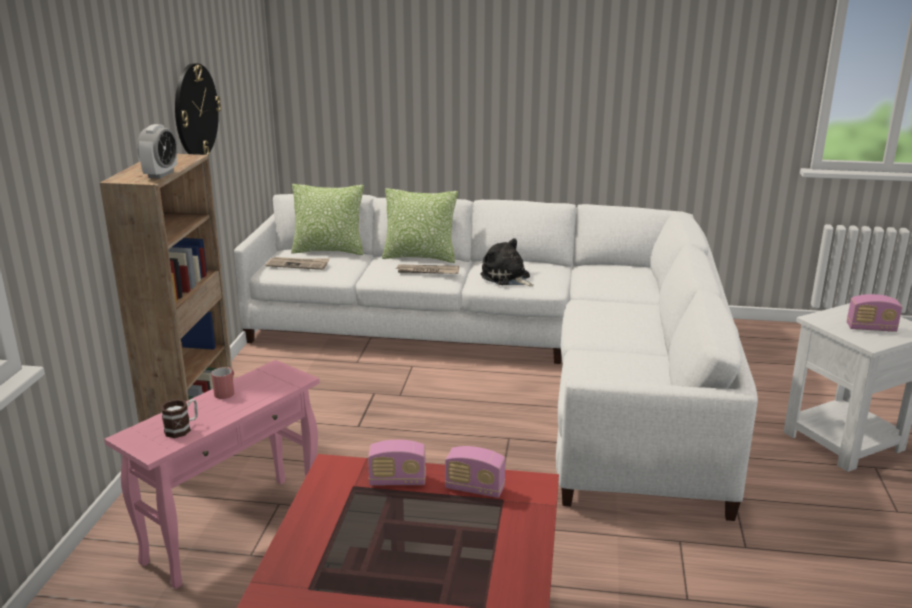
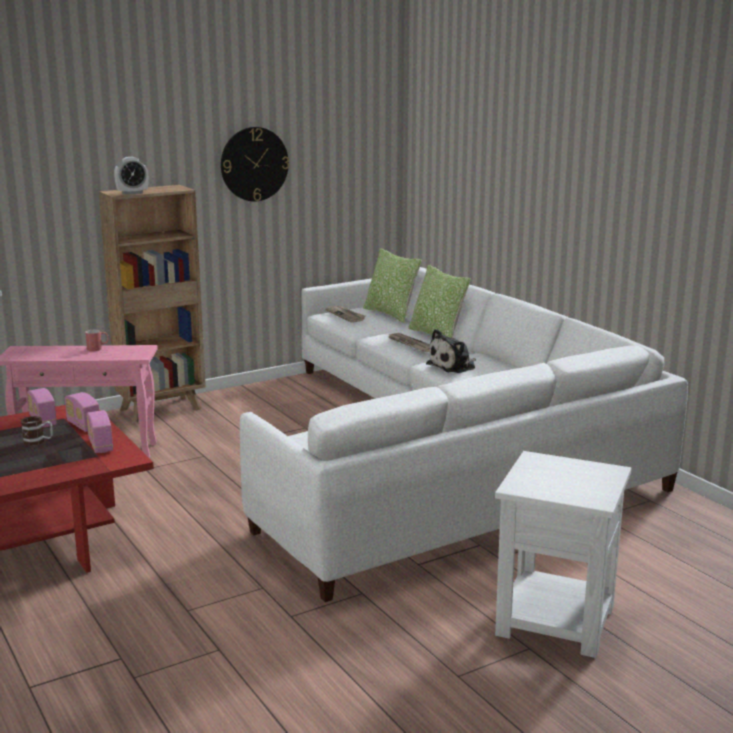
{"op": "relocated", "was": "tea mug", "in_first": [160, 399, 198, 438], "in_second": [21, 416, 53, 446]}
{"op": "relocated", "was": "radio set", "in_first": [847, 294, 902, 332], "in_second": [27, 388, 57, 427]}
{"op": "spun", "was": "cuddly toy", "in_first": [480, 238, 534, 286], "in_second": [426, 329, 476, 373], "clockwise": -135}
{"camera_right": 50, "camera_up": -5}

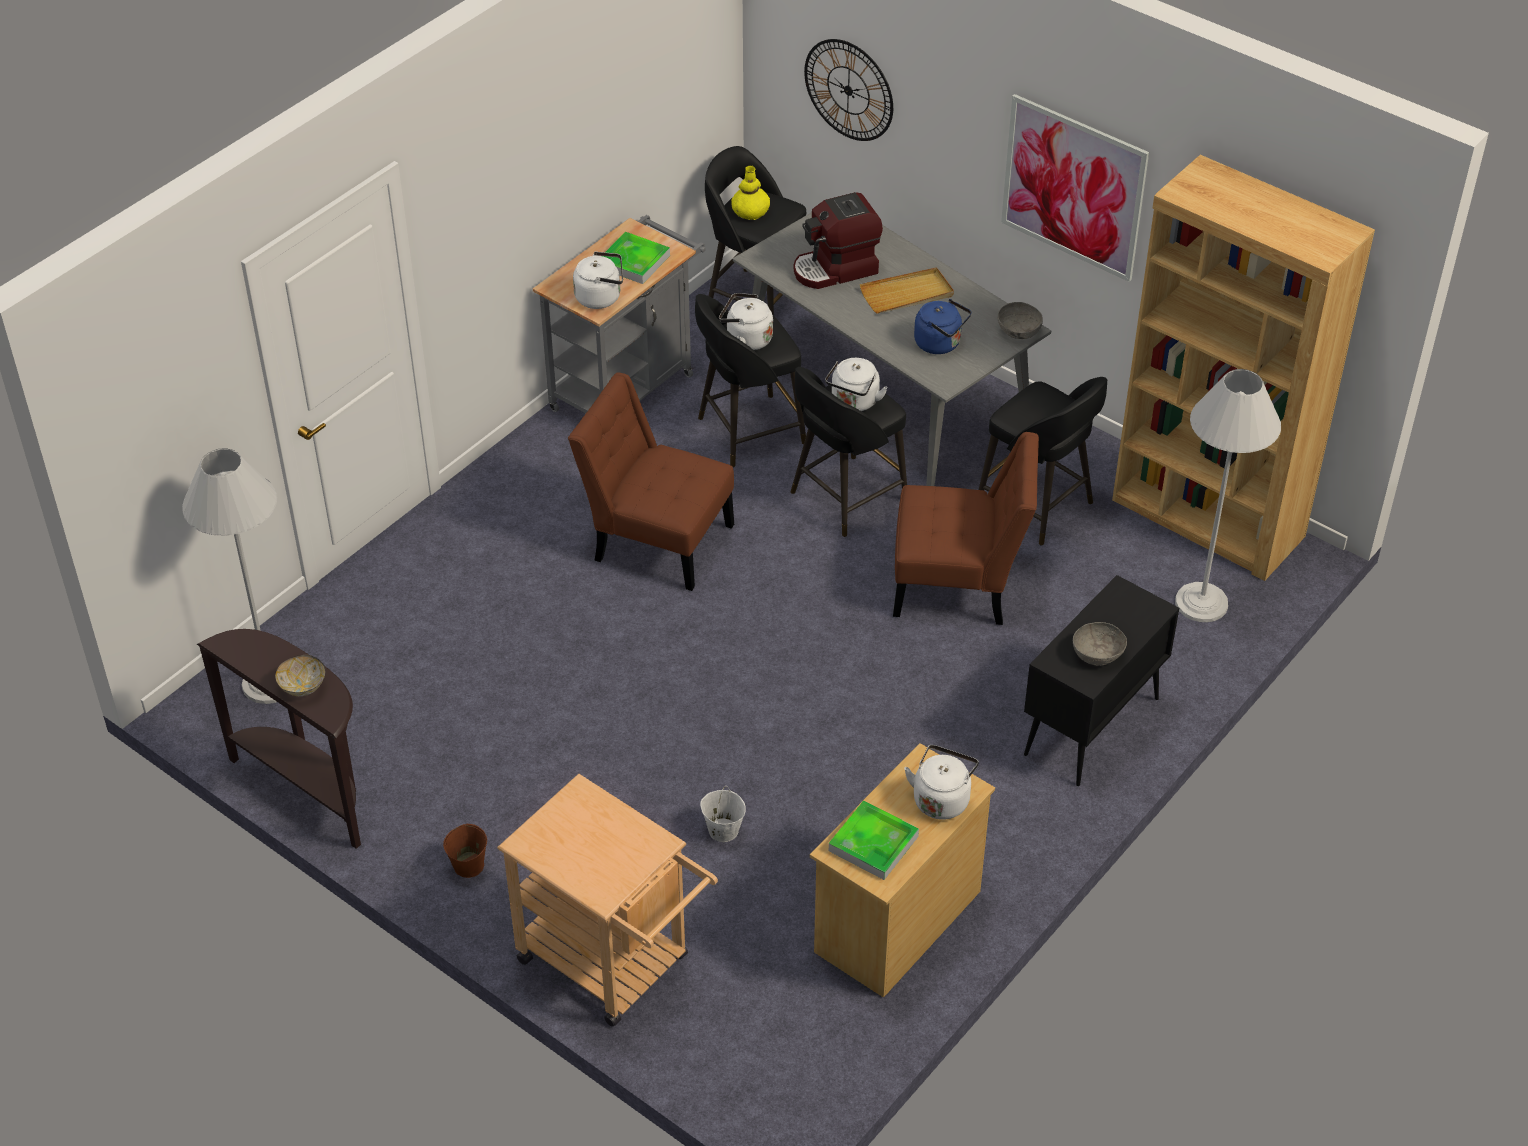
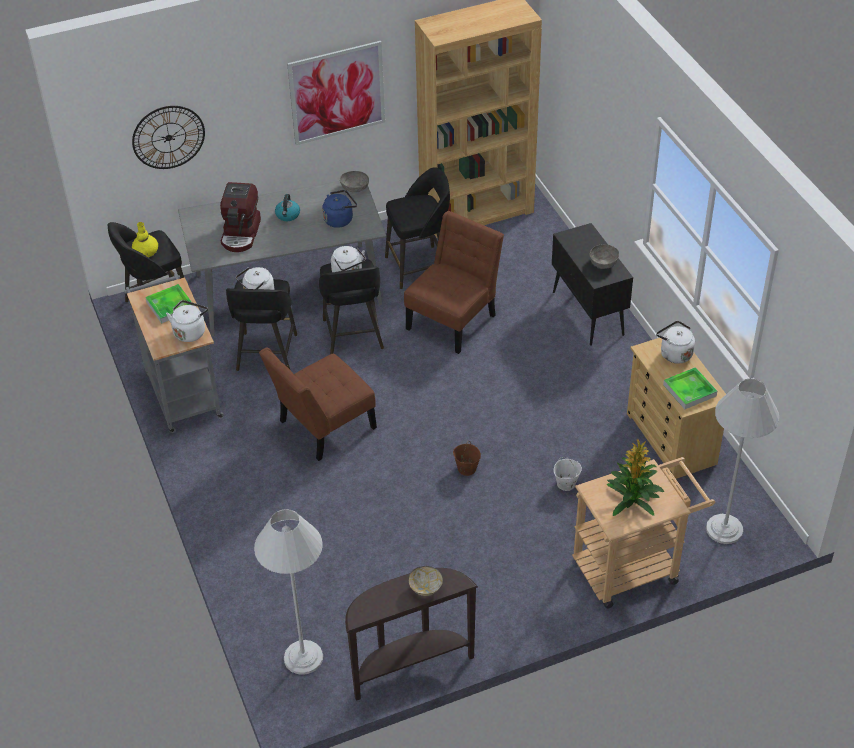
{"op": "appeared", "now": "potted plant", "in_second": [607, 439, 664, 516]}
{"op": "relocated", "was": "brownish water bucket", "in_first": [443, 824, 487, 878], "in_second": [453, 442, 481, 476]}
{"op": "relocated", "was": "white-coloured standard lamp", "in_first": [1175, 369, 1281, 622], "in_second": [706, 379, 779, 544]}
{"op": "exchanged", "was": "sand-coloured serving tray", "now": "kettle", "in_first": [860, 267, 954, 314], "in_second": [275, 194, 300, 221]}
{"camera_right": -60, "camera_up": 0}

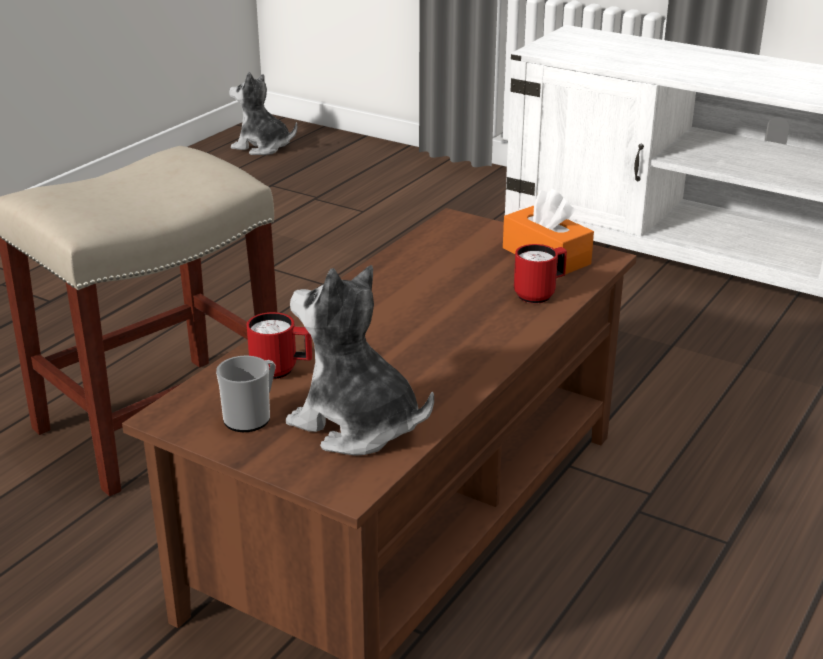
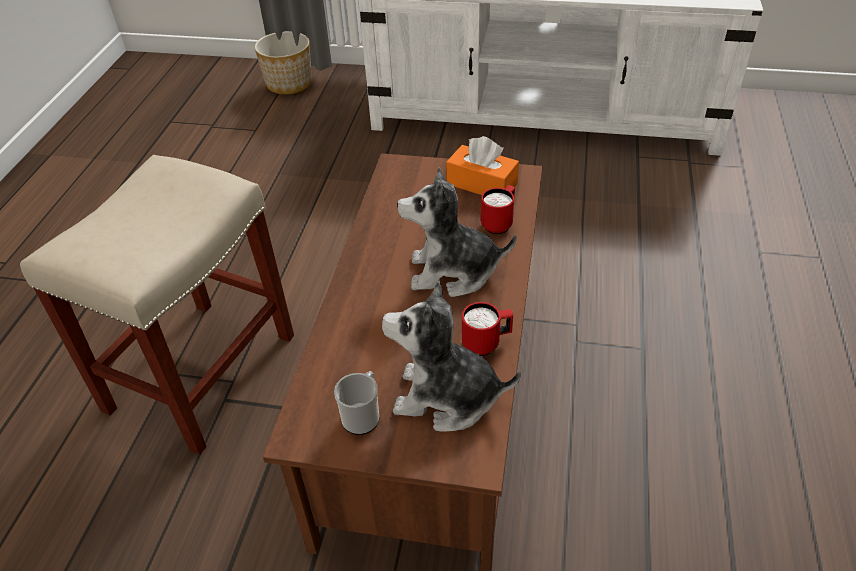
{"op": "appeared", "now": "planter", "in_second": [254, 31, 312, 95]}
{"op": "relocated", "was": "cuddly toy", "in_first": [229, 72, 297, 155], "in_second": [397, 167, 516, 297]}
{"op": "relocated", "was": "red tea mug", "in_first": [247, 312, 312, 379], "in_second": [462, 302, 513, 356]}
{"camera_right": -20, "camera_up": 15}

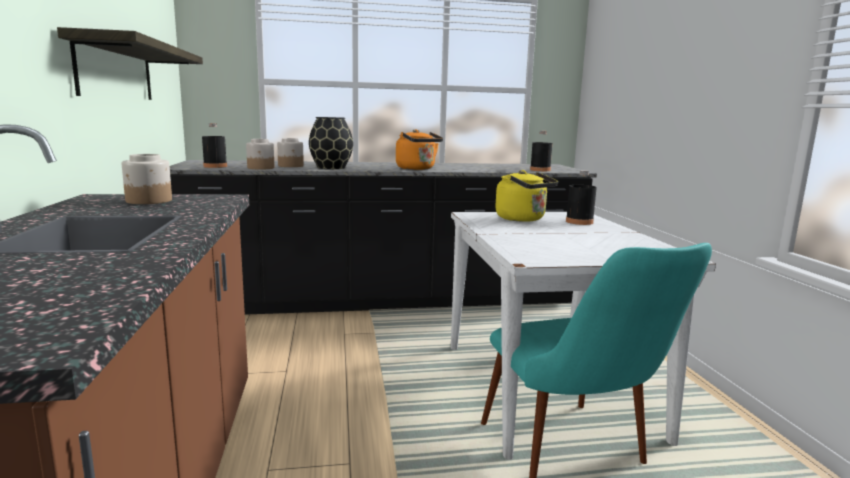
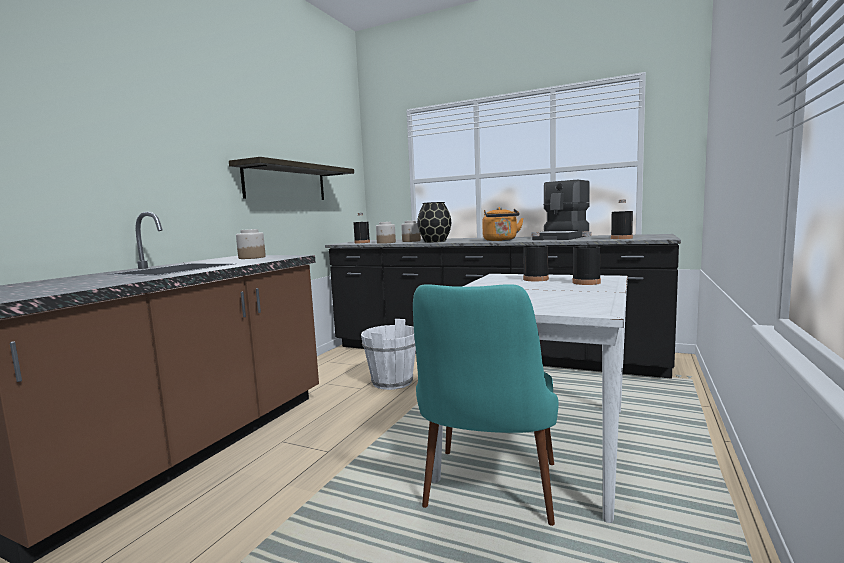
{"op": "appeared", "now": "white-coloured water bucket", "in_second": [361, 319, 416, 390]}
{"op": "appeared", "now": "coffee brewer", "in_second": [532, 180, 590, 240]}
{"op": "exchanged", "was": "yellow-coloured kettle", "now": "blackish drink bottle", "in_first": [495, 170, 558, 222], "in_second": [523, 232, 549, 281]}
{"camera_right": 35, "camera_up": -5}

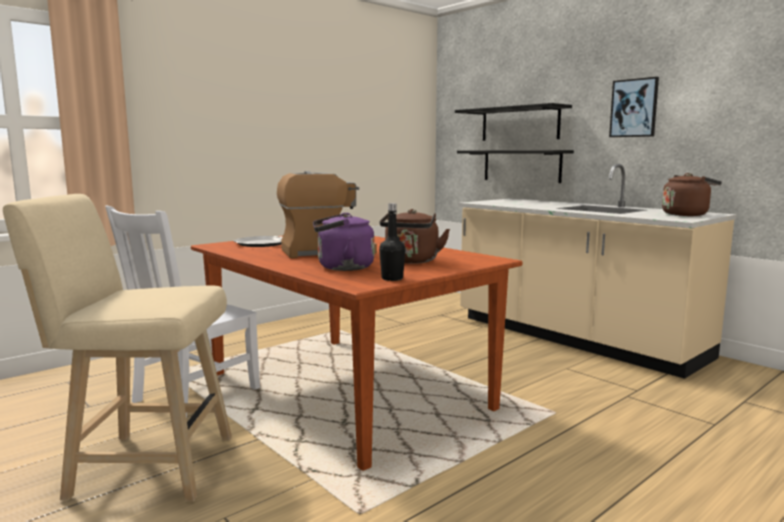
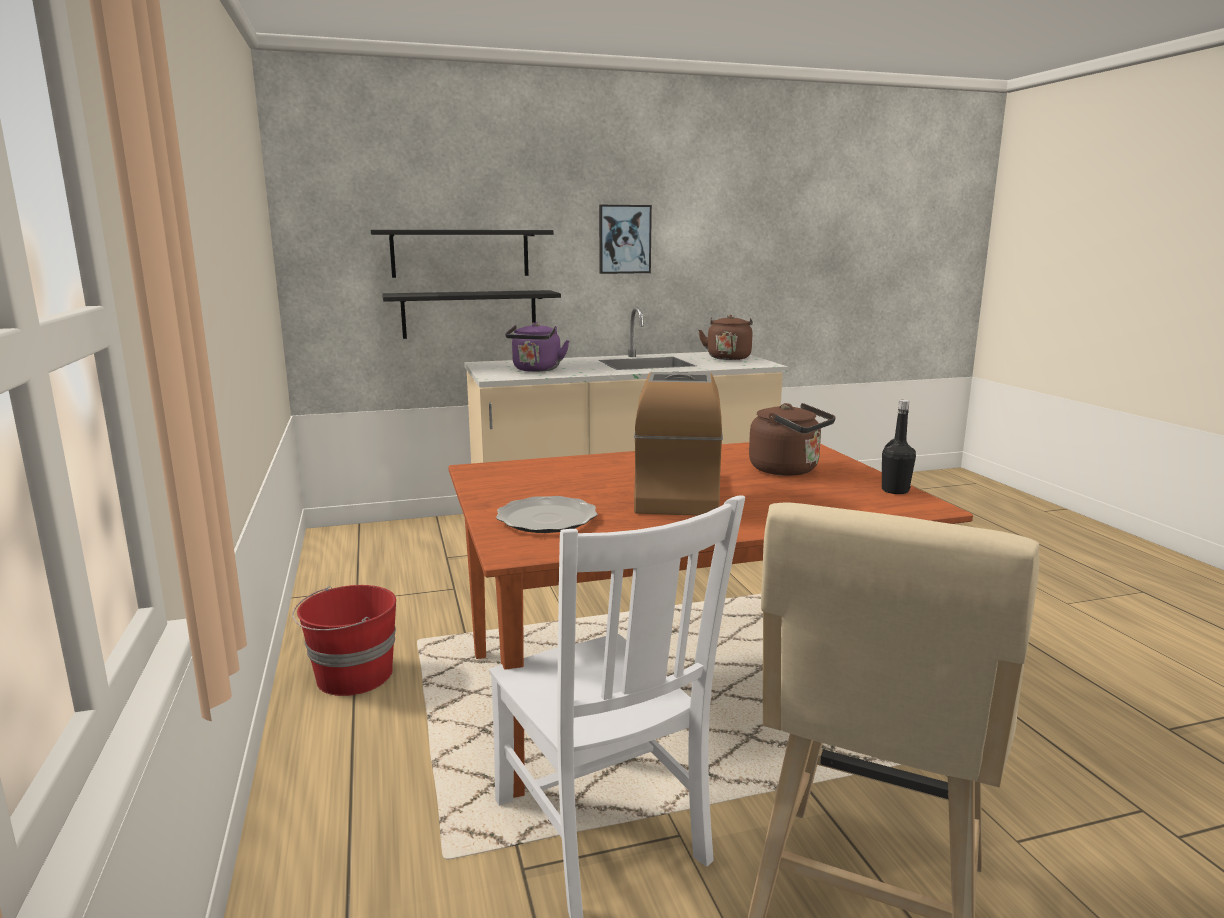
{"op": "appeared", "now": "red water bucket", "in_second": [292, 585, 396, 696]}
{"op": "relocated", "was": "purple-coloured kettle", "in_first": [313, 213, 374, 271], "in_second": [505, 322, 570, 372]}
{"camera_right": -65, "camera_up": 5}

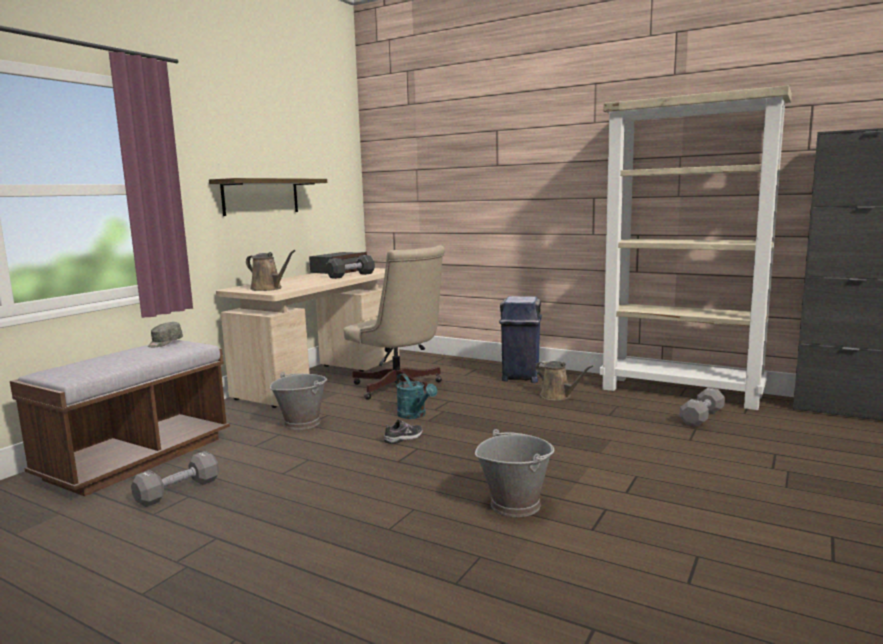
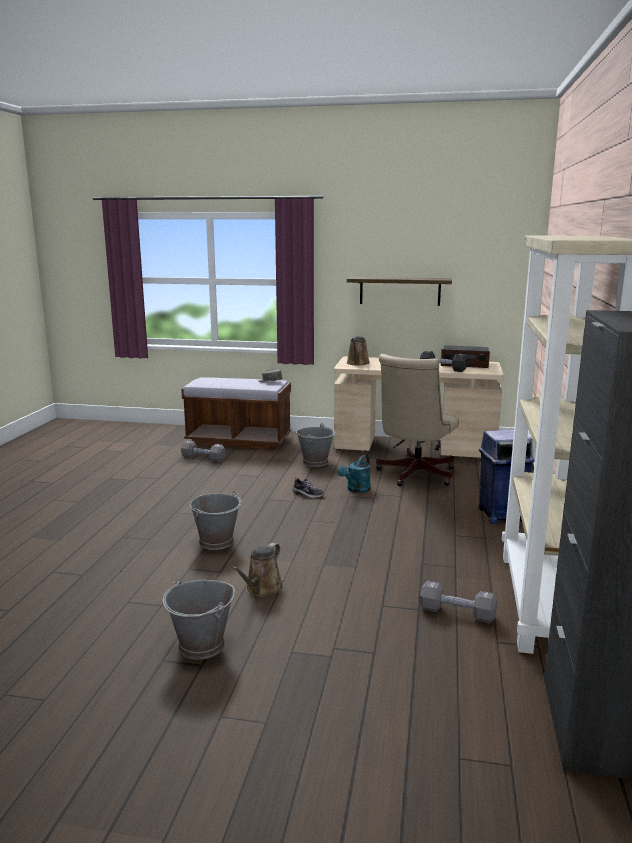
{"op": "appeared", "now": "gray water bucket", "in_second": [163, 578, 235, 660]}
{"op": "relocated", "was": "brownish watering can", "in_first": [535, 361, 593, 401], "in_second": [231, 543, 283, 597]}
{"camera_right": 70, "camera_up": 5}

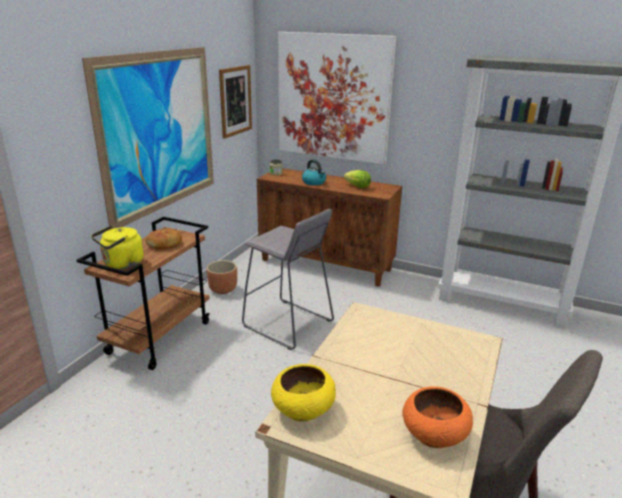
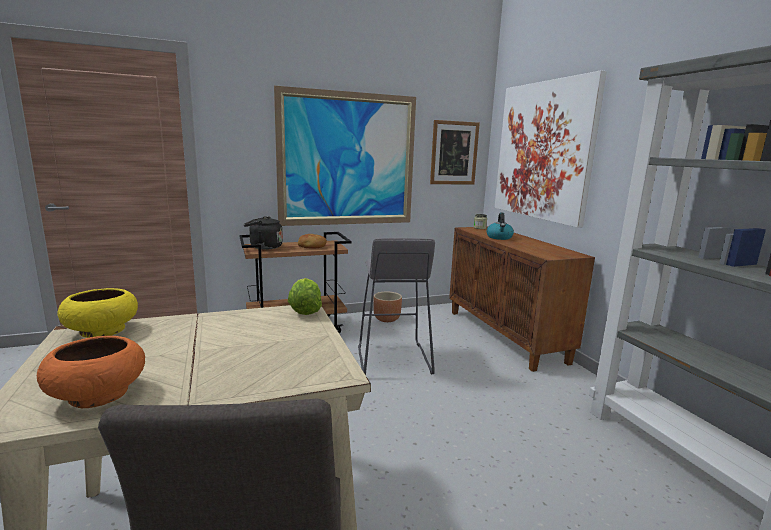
{"op": "relocated", "was": "lettuce", "in_first": [344, 170, 371, 188], "in_second": [288, 278, 322, 315]}
{"op": "colour", "was": "yellow-coloured kettle", "now": "blackish kettle", "in_first": [91, 225, 144, 269], "in_second": [244, 216, 283, 250]}
{"camera_right": 45, "camera_up": -10}

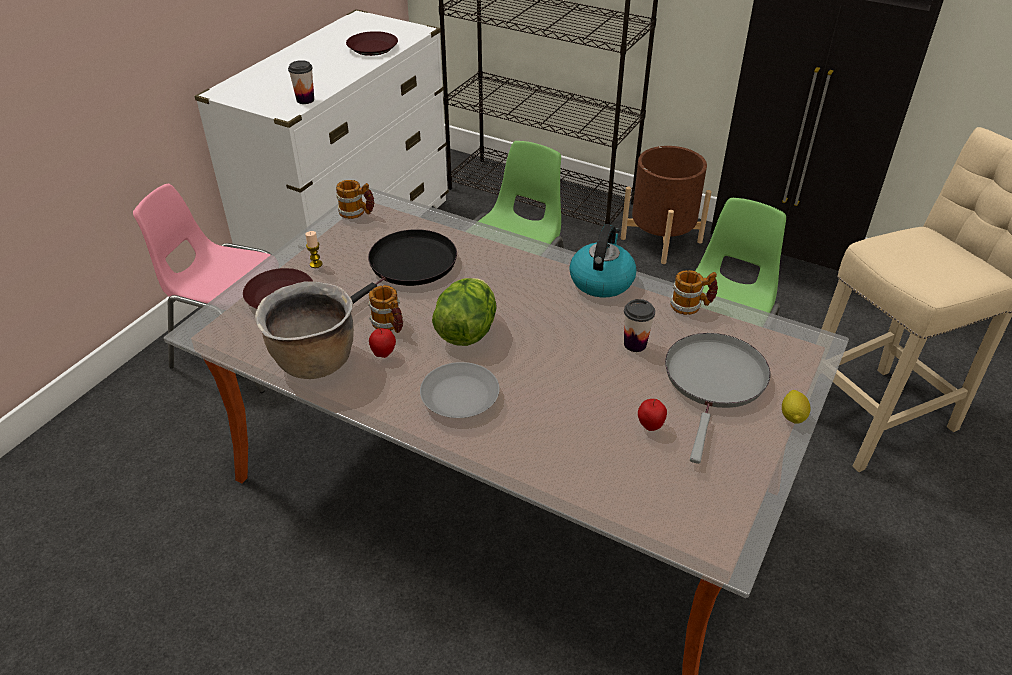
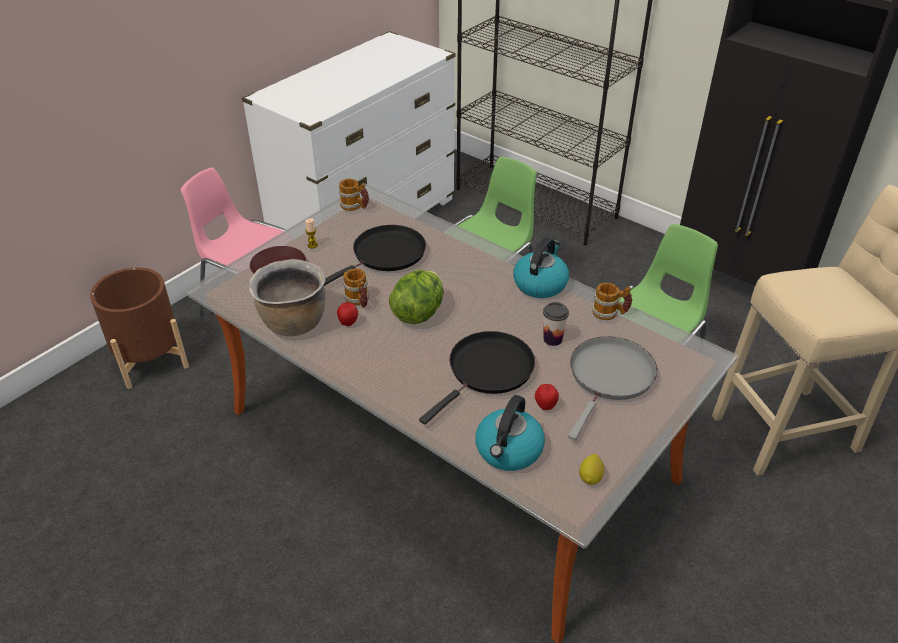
{"op": "missing", "was": "cup", "in_first": [288, 60, 314, 104]}
{"op": "missing", "was": "brownish flat dish", "in_first": [346, 31, 398, 56]}
{"op": "missing", "was": "gray flat dish", "in_first": [420, 362, 499, 418]}
{"op": "appeared", "now": "blackish pan", "in_second": [419, 331, 535, 425]}
{"op": "appeared", "now": "kettle", "in_second": [475, 395, 545, 471]}
{"op": "relocated", "was": "brownish planter", "in_first": [621, 146, 712, 264], "in_second": [90, 267, 189, 389]}
{"op": "relocated", "was": "whole lemon", "in_first": [782, 390, 811, 423], "in_second": [579, 454, 605, 485]}
{"camera_right": 10, "camera_up": 0}

